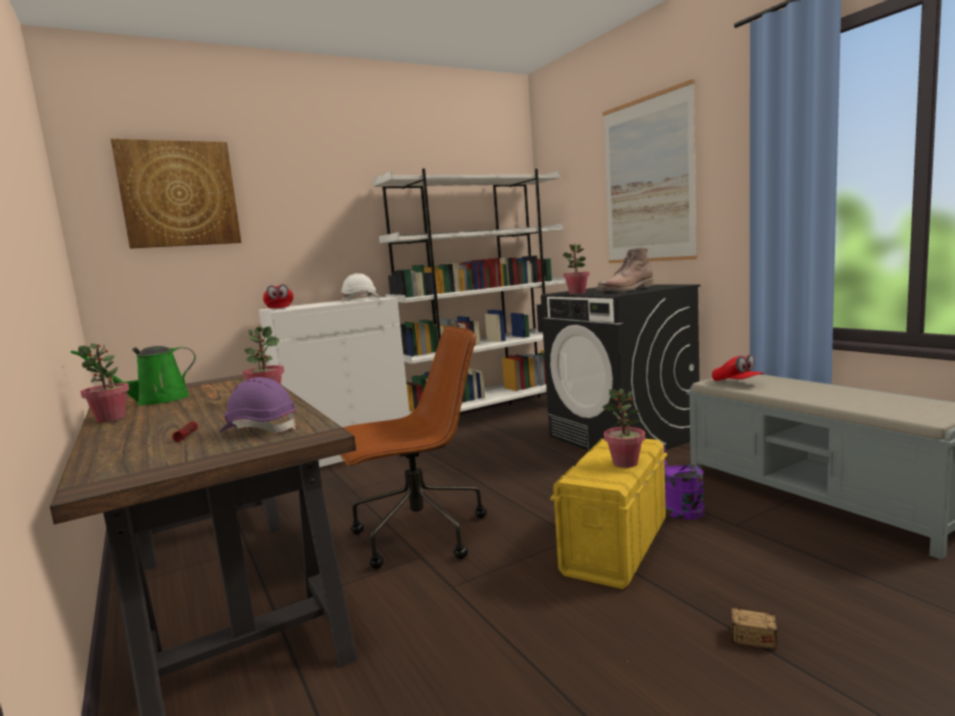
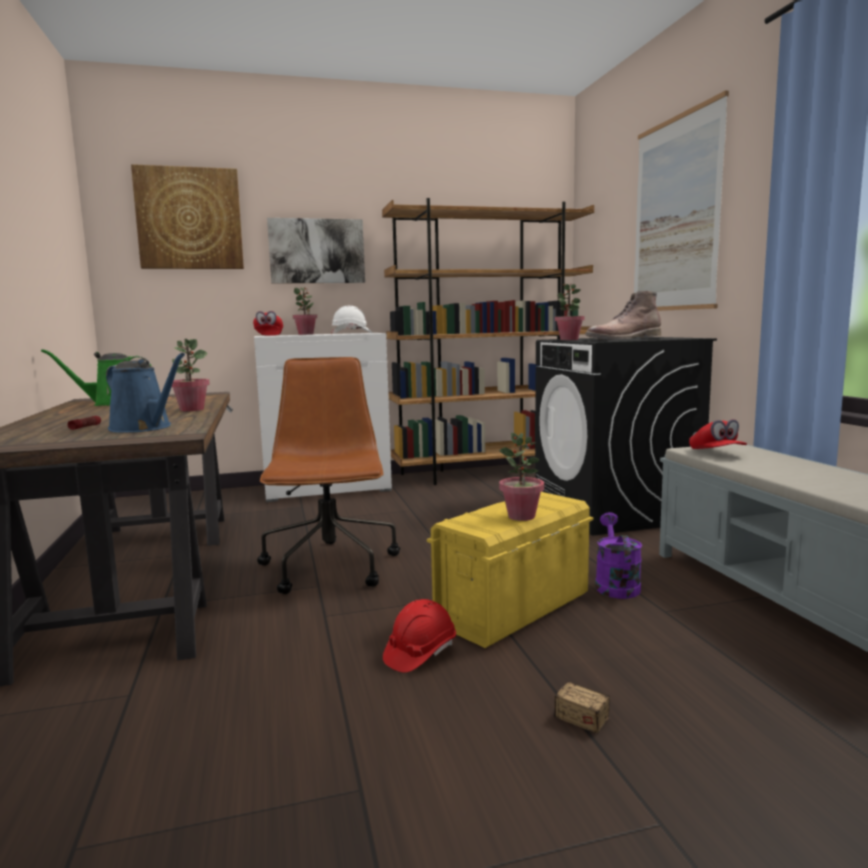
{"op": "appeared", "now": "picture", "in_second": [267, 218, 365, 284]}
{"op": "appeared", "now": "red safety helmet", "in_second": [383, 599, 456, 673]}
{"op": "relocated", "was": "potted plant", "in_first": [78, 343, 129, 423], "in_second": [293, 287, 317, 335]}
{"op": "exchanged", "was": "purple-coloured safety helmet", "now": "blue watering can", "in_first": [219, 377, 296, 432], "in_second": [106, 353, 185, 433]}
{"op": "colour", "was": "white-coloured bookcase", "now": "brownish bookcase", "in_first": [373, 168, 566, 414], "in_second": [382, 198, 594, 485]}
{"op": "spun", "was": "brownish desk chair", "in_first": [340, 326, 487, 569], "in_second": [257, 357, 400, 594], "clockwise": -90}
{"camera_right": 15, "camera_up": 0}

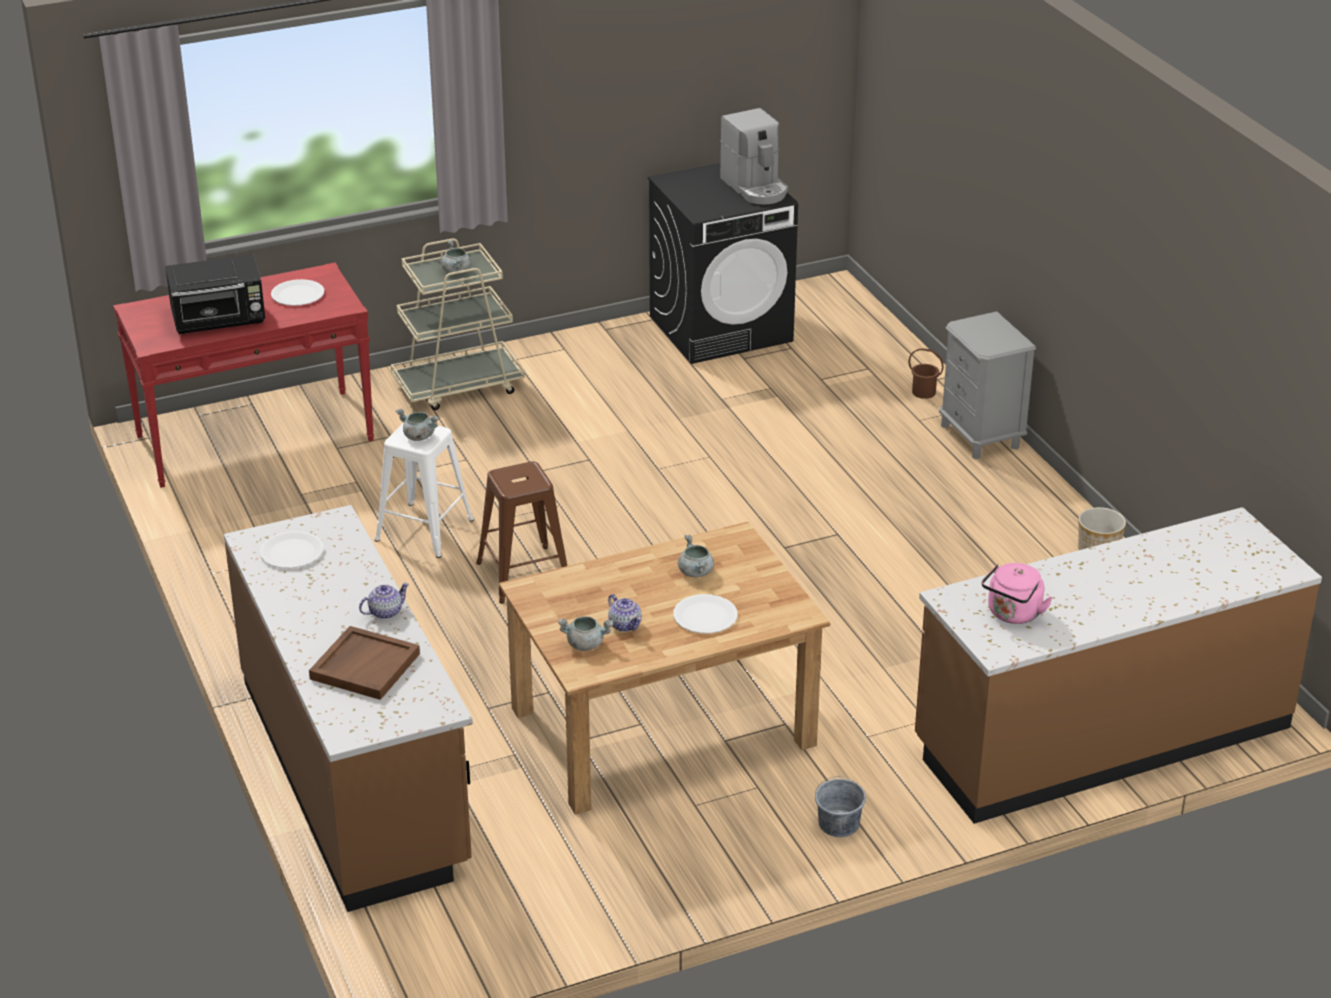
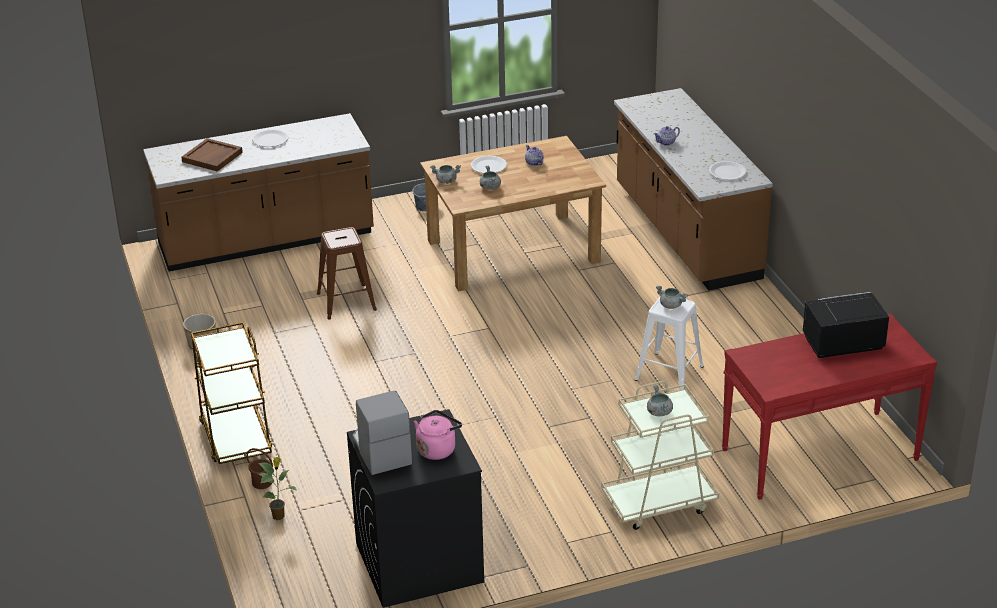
{"op": "appeared", "now": "potted plant", "in_second": [258, 457, 296, 520]}
{"op": "relocated", "was": "white-coloured flat dish", "in_first": [271, 279, 324, 306], "in_second": [252, 130, 288, 147]}
{"op": "relocated", "was": "brownish serving tray", "in_first": [309, 626, 420, 700], "in_second": [181, 138, 243, 172]}
{"op": "relocated", "was": "brownish stool", "in_first": [476, 461, 567, 604], "in_second": [317, 227, 377, 320]}
{"op": "relocated", "was": "gray stockpot", "in_first": [558, 616, 613, 651], "in_second": [430, 165, 461, 184]}
{"op": "relocated", "was": "pink-coloured kettle", "in_first": [982, 563, 1053, 624], "in_second": [414, 410, 462, 460]}
{"op": "exchanged", "was": "gray nightstand", "now": "brownish wheeled cart", "in_first": [939, 311, 1036, 459], "in_second": [191, 322, 272, 464]}
{"camera_right": -175, "camera_up": 0}

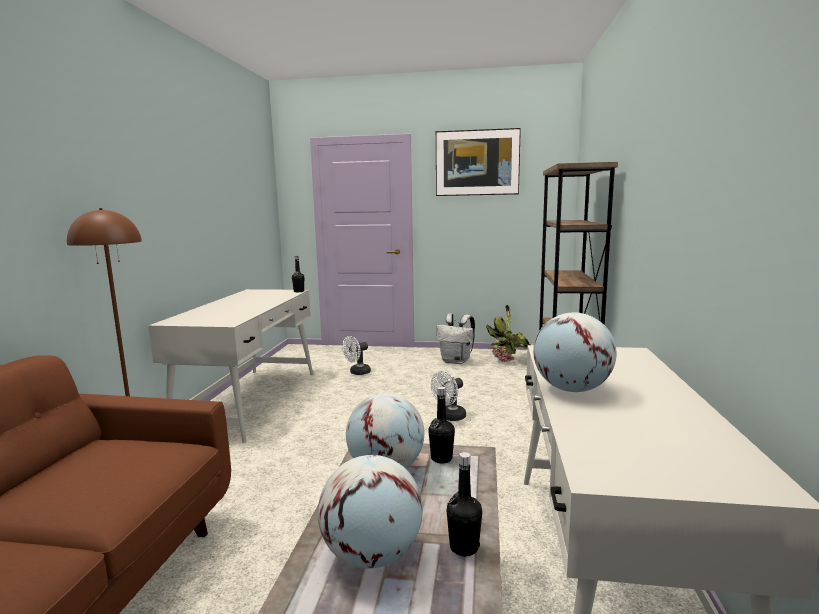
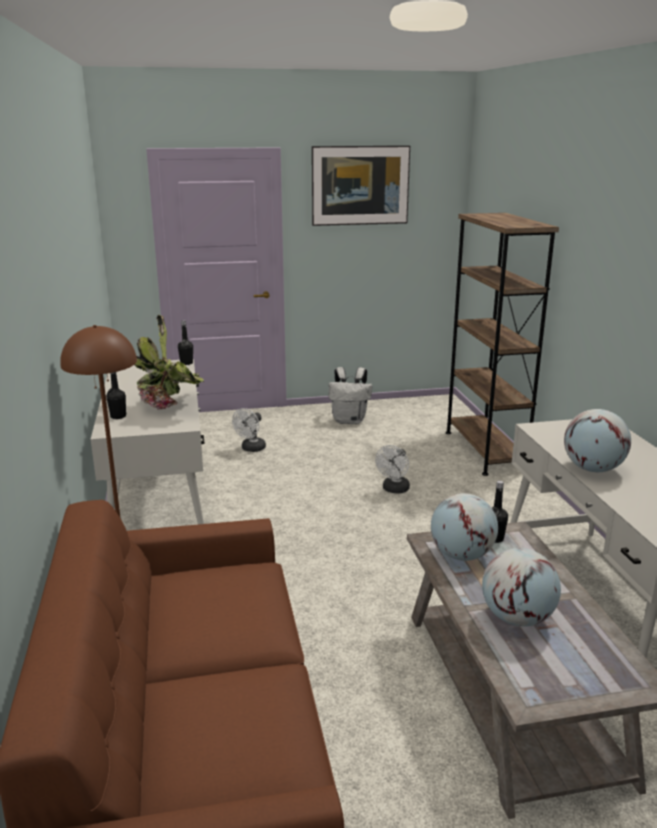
{"op": "relocated", "was": "blackish drink bottle", "in_first": [447, 452, 482, 556], "in_second": [106, 372, 126, 419]}
{"op": "relocated", "was": "potted plant", "in_first": [486, 305, 533, 362], "in_second": [135, 315, 204, 409]}
{"camera_right": -20, "camera_up": 10}

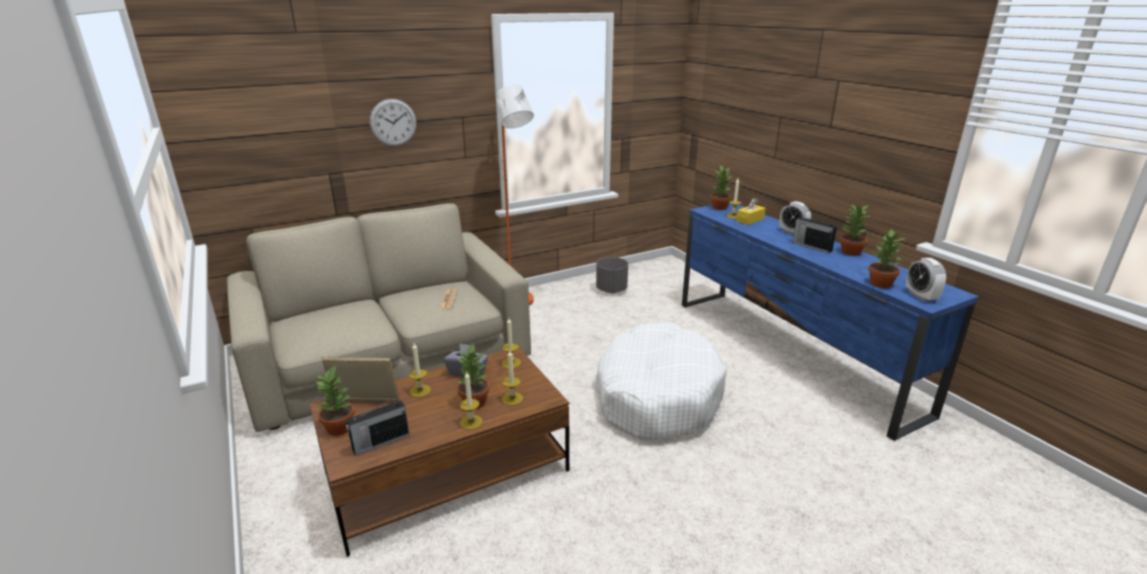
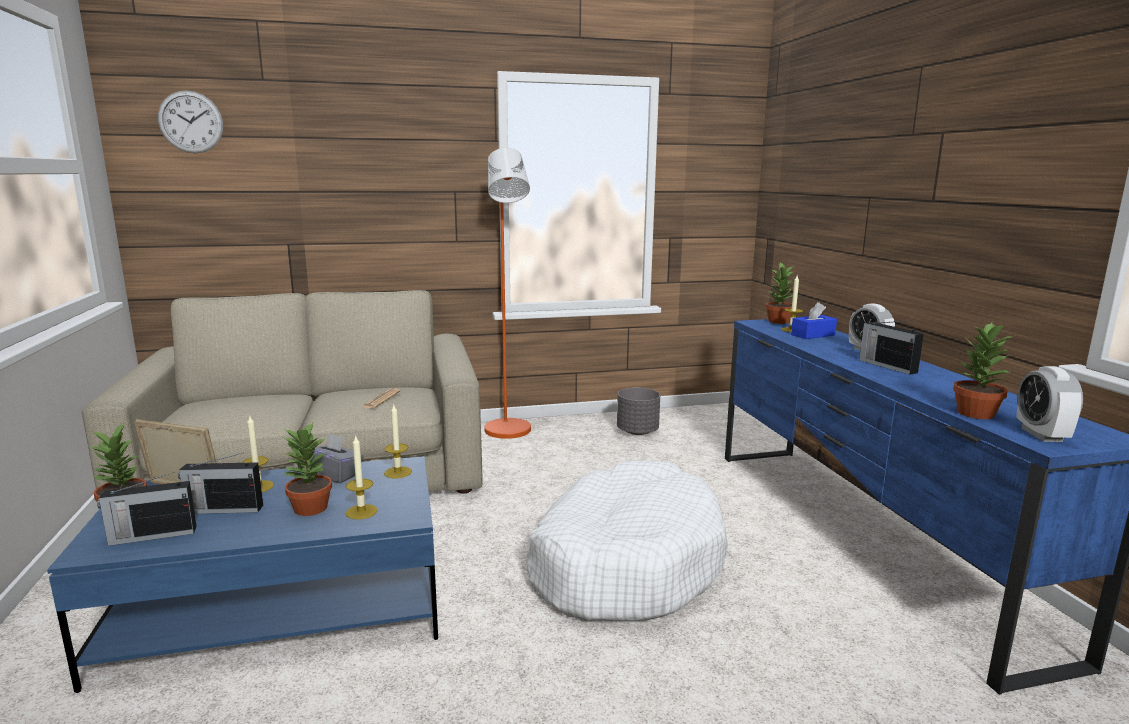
{"op": "missing", "was": "candle", "in_first": [460, 372, 483, 430]}
{"op": "missing", "was": "potted plant", "in_first": [840, 205, 870, 256]}
{"op": "appeared", "now": "radio set", "in_second": [178, 453, 263, 514]}
{"op": "relocated", "was": "clock on the wall", "in_first": [370, 99, 416, 146], "in_second": [158, 90, 223, 153]}
{"op": "colour", "was": "brownish coffee table", "now": "blue coffee table", "in_first": [310, 348, 569, 557], "in_second": [47, 456, 438, 693]}
{"op": "colour", "was": "yellow-coloured box of tissues", "now": "blue box of tissues", "in_first": [736, 198, 766, 225], "in_second": [791, 302, 837, 339]}
{"camera_right": 15, "camera_up": -10}

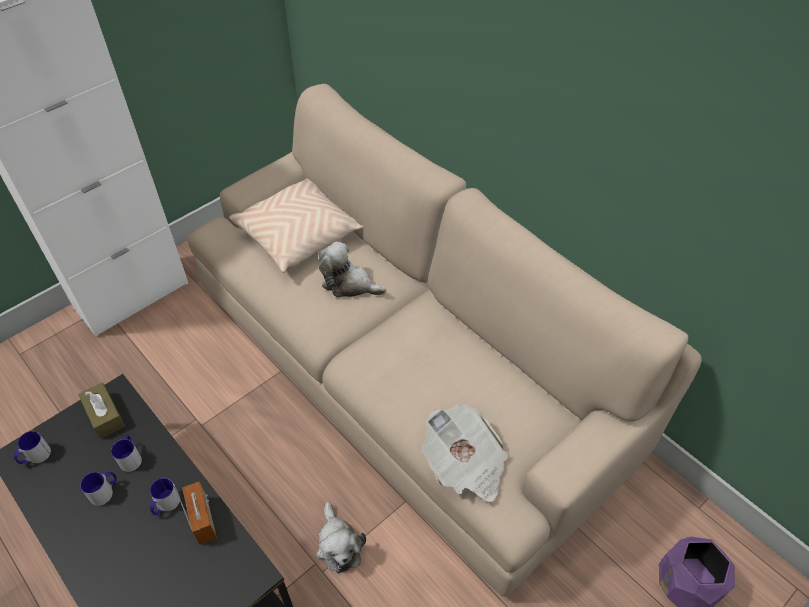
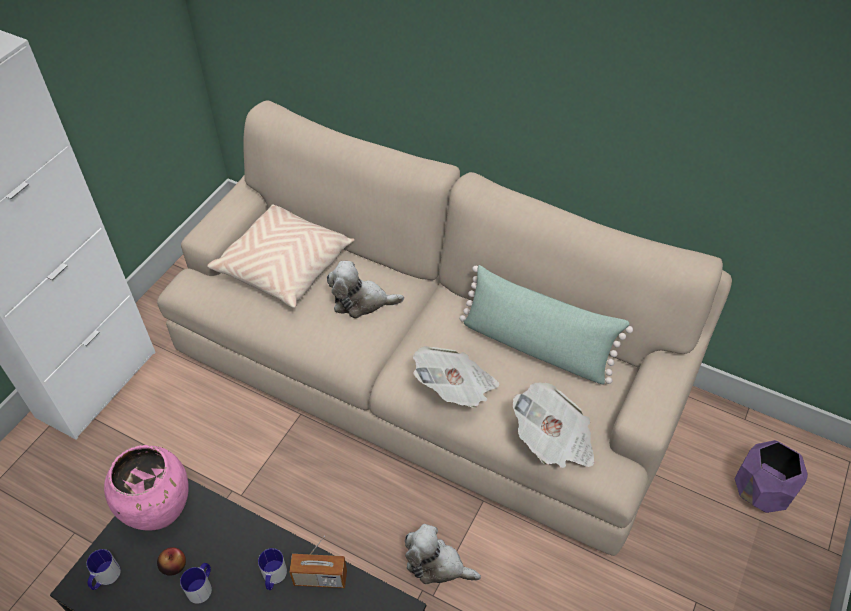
{"op": "missing", "was": "tea mug", "in_first": [111, 435, 142, 472]}
{"op": "appeared", "now": "apple", "in_second": [157, 547, 186, 576]}
{"op": "appeared", "now": "daily paper", "in_second": [413, 346, 500, 408]}
{"op": "appeared", "now": "green-coloured throw pillow", "in_second": [459, 265, 633, 385]}
{"op": "exchanged", "was": "brownish box of tissues", "now": "pink-coloured decorative vase", "in_first": [78, 382, 125, 439], "in_second": [104, 445, 189, 530]}
{"op": "spun", "was": "radio set", "in_first": [173, 481, 217, 545], "in_second": [289, 535, 347, 588], "clockwise": 135}
{"op": "spun", "was": "cuddly toy", "in_first": [316, 502, 366, 573], "in_second": [405, 524, 481, 584], "clockwise": 150}
{"camera_right": -20, "camera_up": 0}

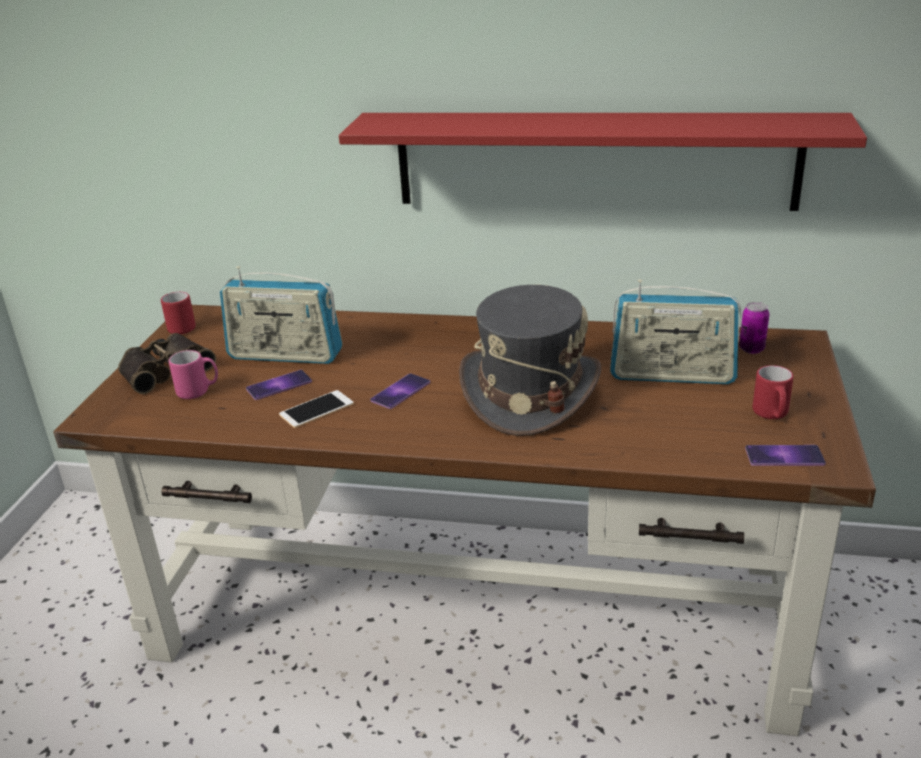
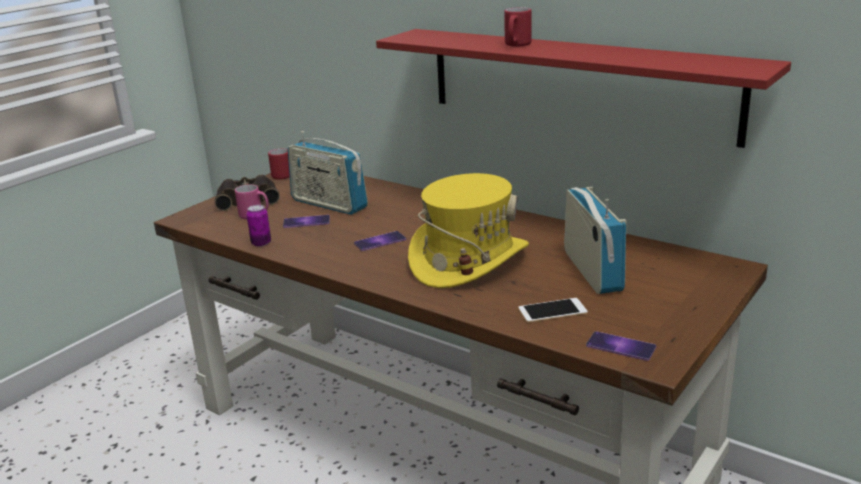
{"op": "relocated", "was": "handset", "in_first": [279, 390, 354, 428], "in_second": [518, 298, 588, 323]}
{"op": "relocated", "was": "can", "in_first": [739, 302, 770, 354], "in_second": [247, 205, 271, 247]}
{"op": "relocated", "was": "red tea mug", "in_first": [753, 365, 793, 419], "in_second": [504, 7, 532, 47]}
{"op": "colour", "was": "gray hat", "now": "yellow-coloured hat", "in_first": [459, 285, 601, 436], "in_second": [408, 173, 529, 288]}
{"op": "spun", "was": "radio set", "in_first": [610, 279, 741, 384], "in_second": [564, 187, 626, 294], "clockwise": -135}
{"camera_right": 25, "camera_up": -5}

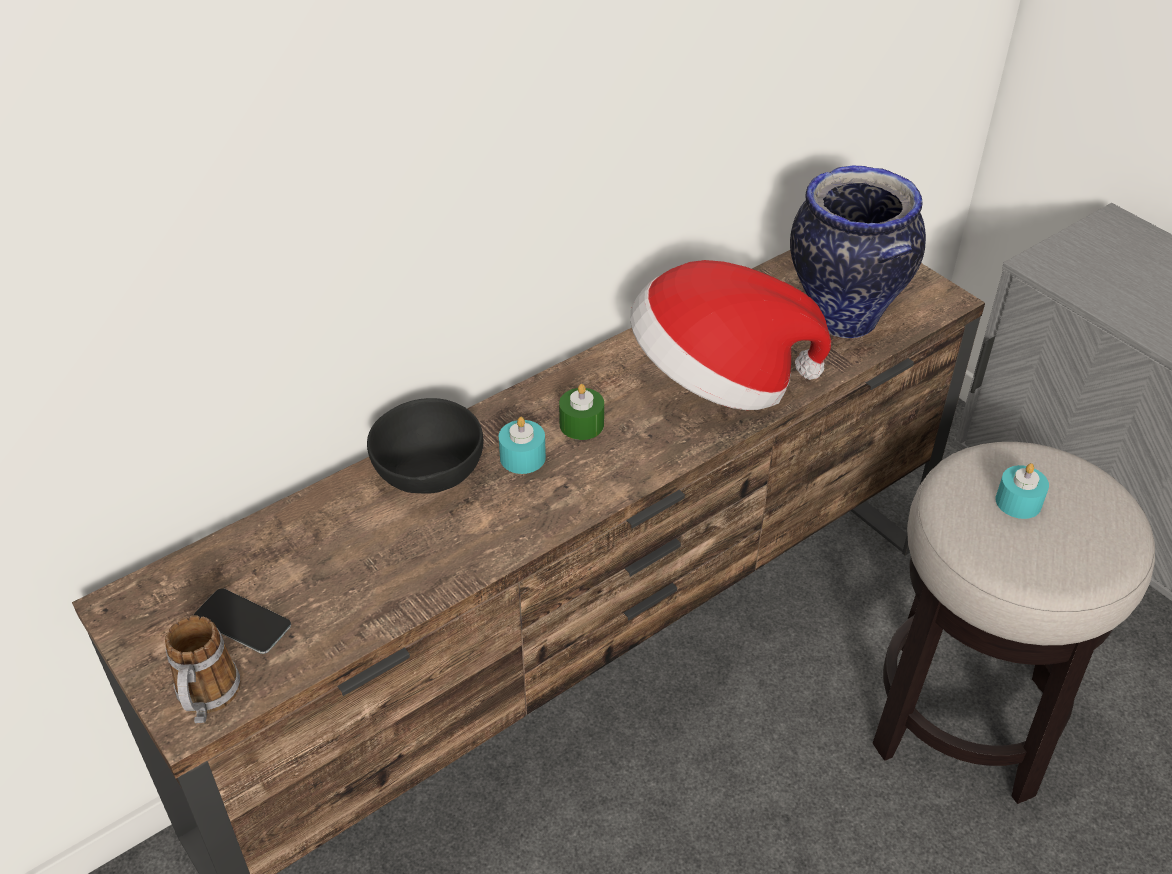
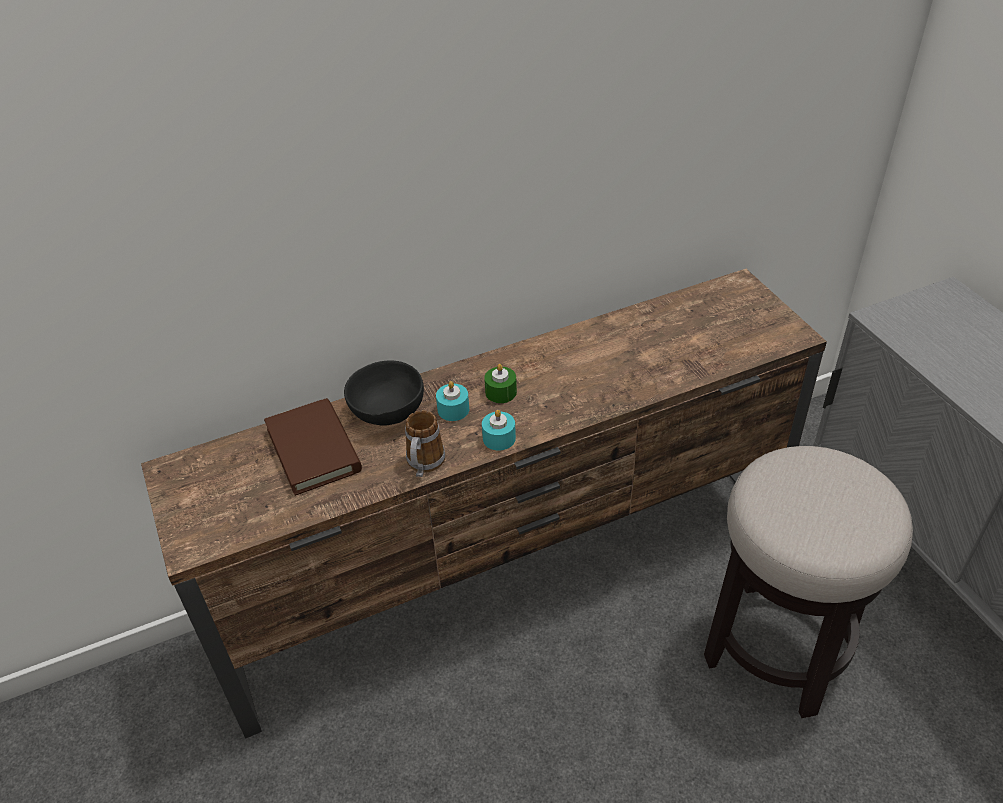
{"op": "missing", "was": "handset", "in_first": [193, 588, 291, 654]}
{"op": "missing", "was": "hat", "in_first": [630, 260, 831, 410]}
{"op": "missing", "was": "decorative vase", "in_first": [790, 165, 926, 338]}
{"op": "appeared", "now": "brownish book", "in_second": [264, 398, 362, 496]}
{"op": "relocated", "was": "tea mug", "in_first": [165, 615, 241, 723], "in_second": [405, 410, 445, 477]}
{"op": "relocated", "was": "turquoise-coloured candle", "in_first": [996, 463, 1049, 519], "in_second": [482, 410, 516, 451]}
{"camera_right": 15, "camera_up": 0}

